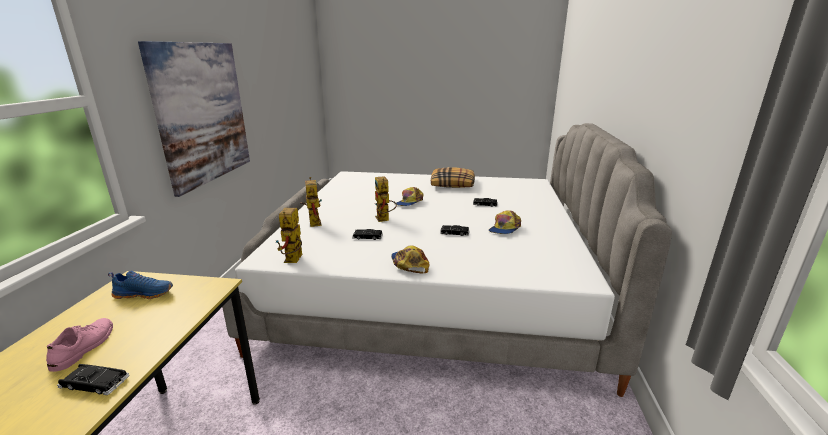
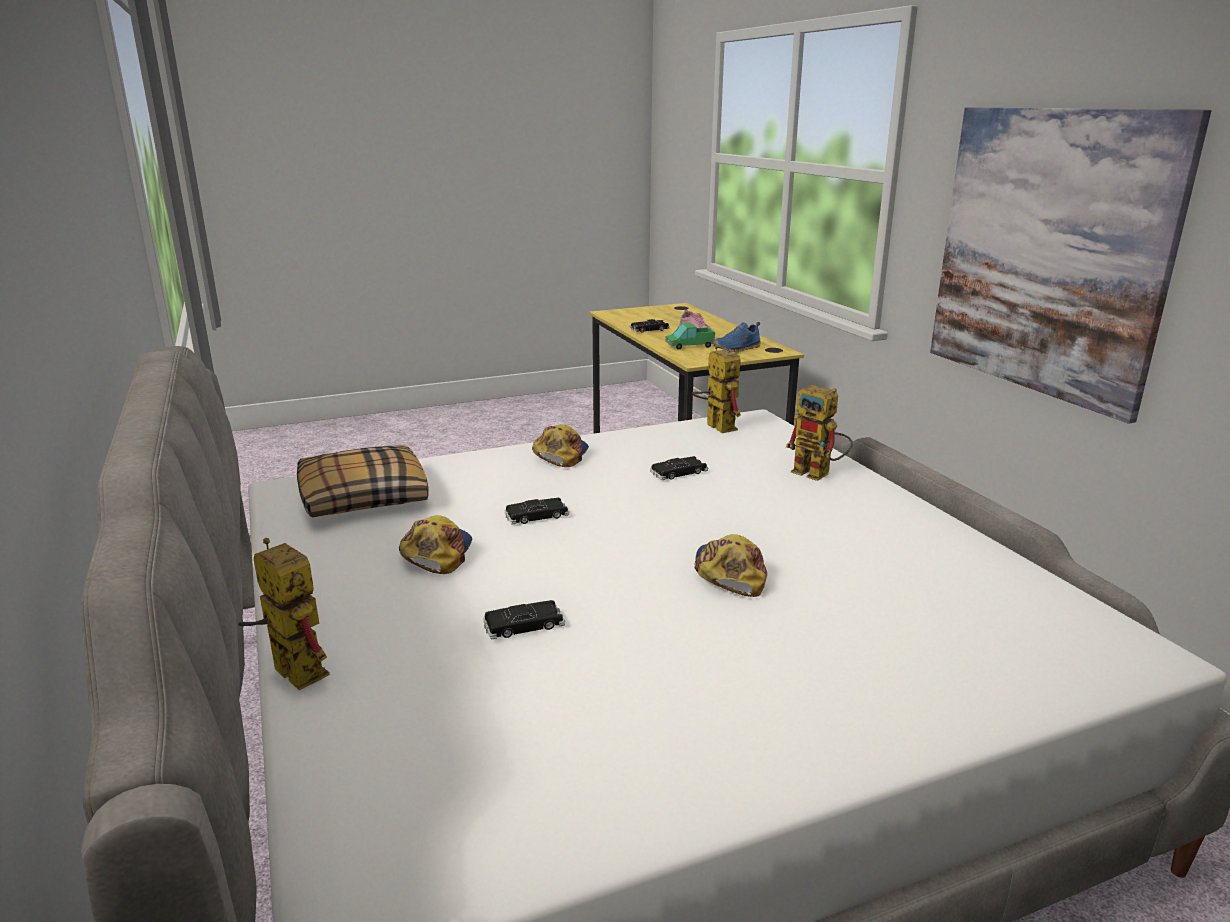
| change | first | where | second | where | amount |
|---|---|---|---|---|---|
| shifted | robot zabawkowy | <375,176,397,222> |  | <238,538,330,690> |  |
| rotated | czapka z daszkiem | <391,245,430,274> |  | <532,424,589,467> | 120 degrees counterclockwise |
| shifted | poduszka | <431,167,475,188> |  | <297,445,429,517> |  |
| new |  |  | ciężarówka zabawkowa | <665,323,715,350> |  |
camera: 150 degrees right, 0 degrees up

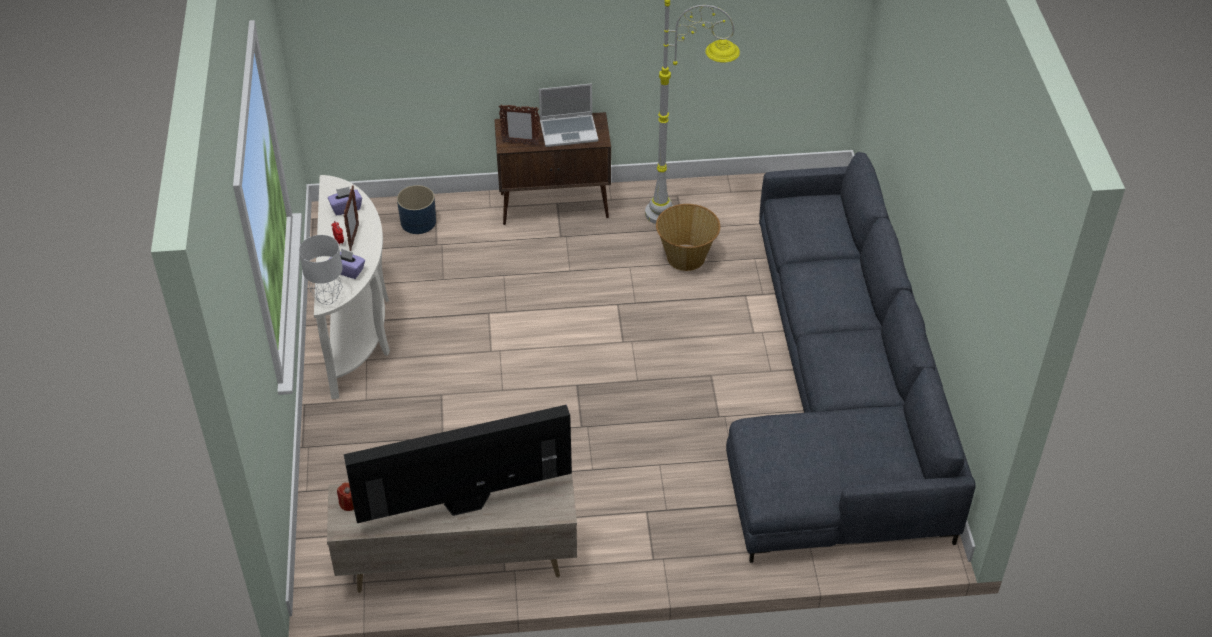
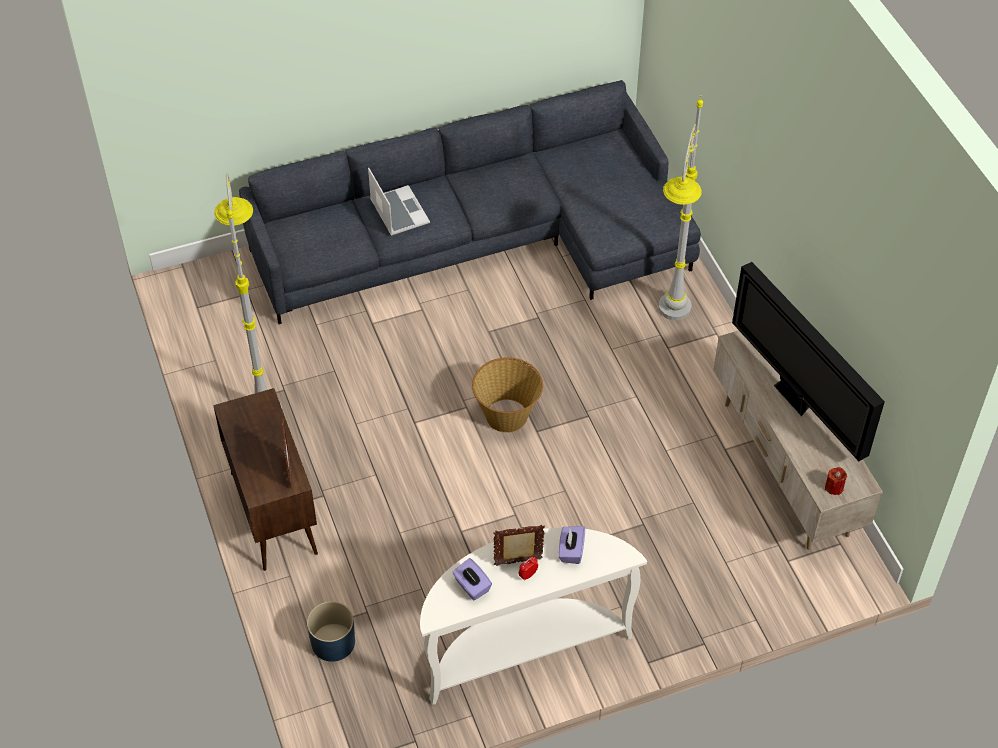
| change | first | where | second | where | amount |
|---|---|---|---|---|---|
| gone | lampa stołowa [szary] | <299,235,343,305> |  |  |  |
| shifted | laptop | <539,83,598,147> |  | <368,168,430,236> |  |
| shifted | koszyk | <656,204,720,271> |  | <472,357,543,433> |  |
| new |  |  | lampa stojąca [szary] | <658,95,703,321> |  |
camera: 105 degrees left, 5 degrees up

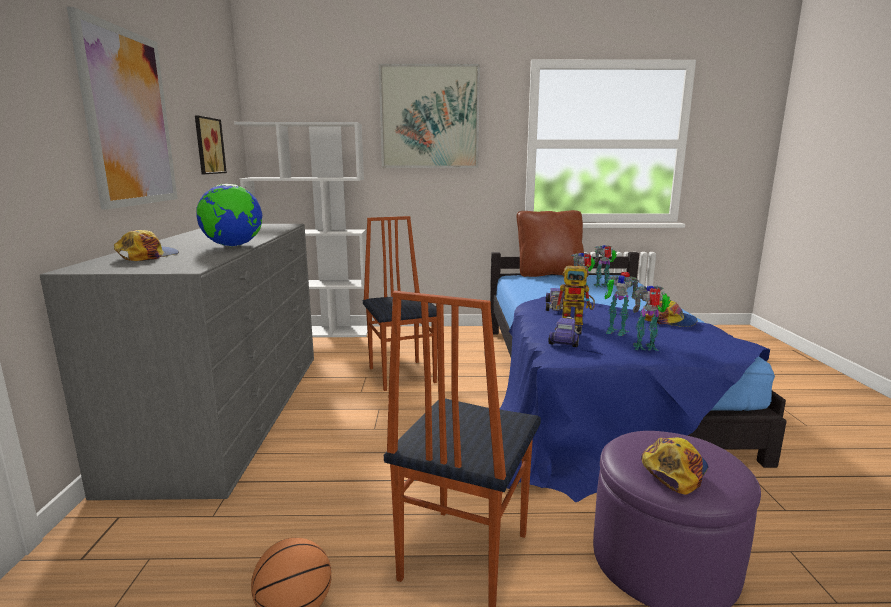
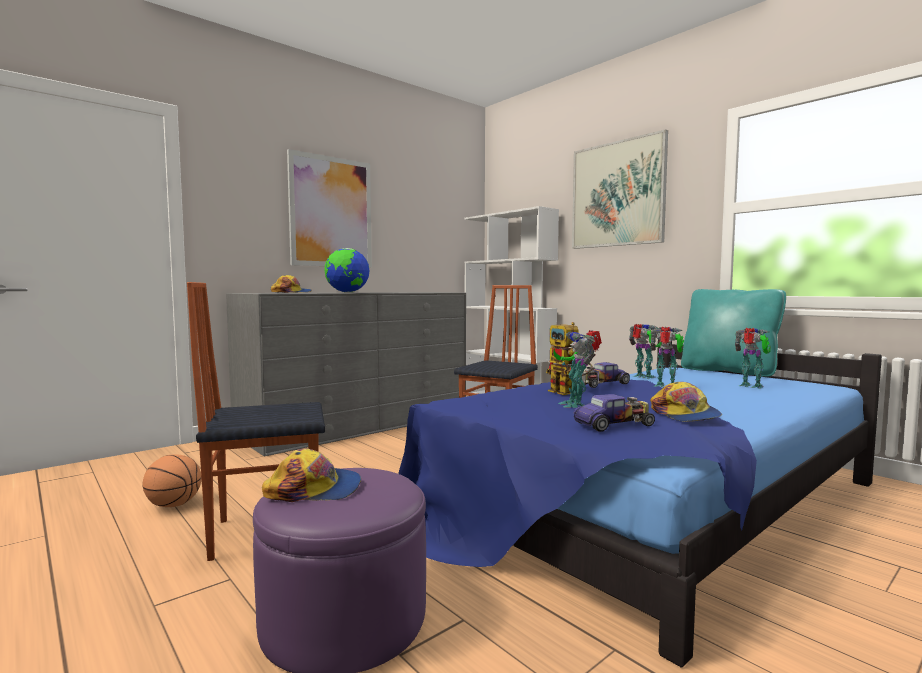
| change | first | where | second | where | amount |
|---|---|---|---|---|---|
| gone | obraz | <195,115,227,174> |  |  |  |
| repainted | poduszka [brązowy] | <517,210,584,277> | poduszka [turkusowy] | <681,289,786,377> |  |
| shifted | samochodzik | <548,317,582,347> |  | <574,394,655,432> |  |
| shifted | robot zabawkowy | <633,285,671,351> |  | <629,324,662,379> |  |
camera: 50 degrees right, 10 degrees down

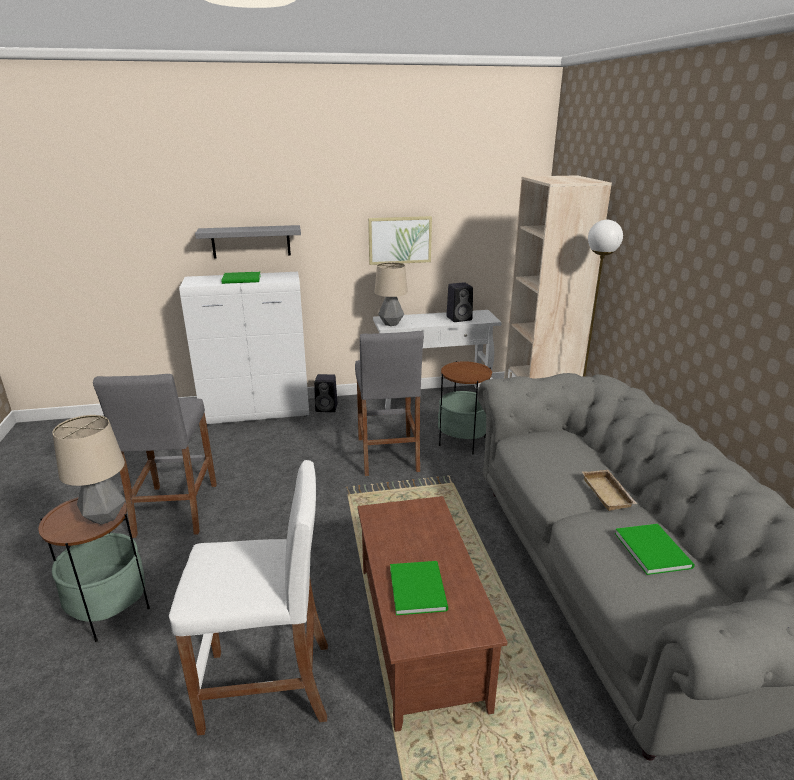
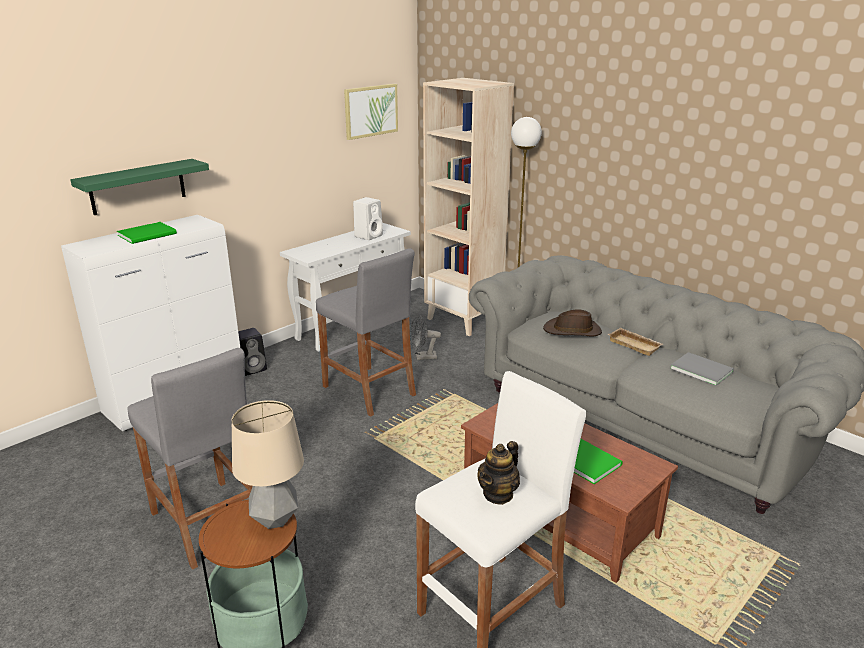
| change | first | where | second | where | amount |
|---|---|---|---|---|---|
| repainted | półka [szary] | <195,225,301,258> | półka [zielony] | <70,159,209,215> |  |
| shifted | obraz | <368,216,432,265> |  | <344,84,398,140> |  |
| gone | lampa stołowa | <375,262,408,326> |  |  |  |
| swapped | stolik | <438,361,492,454> | wentylator [szary] | <410,315,441,360> |  |
| repainted | głośnik [czarny] | <446,282,473,322> | głośnik [biały] | <353,197,383,240> |  |
| repainted | książka [zielony] | <615,524,695,575> | książka [szary] | <670,352,734,386> |  |
| new |  |  | imbryk | <478,441,520,505> |  |
| new |  |  | kapelusz [brązowy] | <543,309,602,337> |  |
camera: 35 degrees left, 0 degrees up

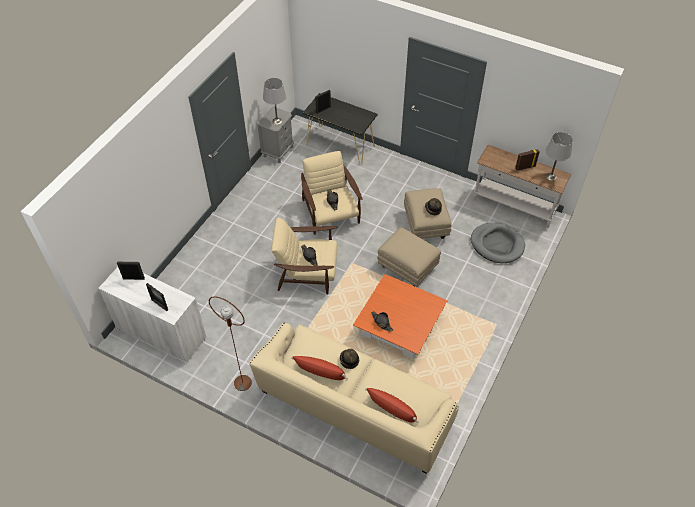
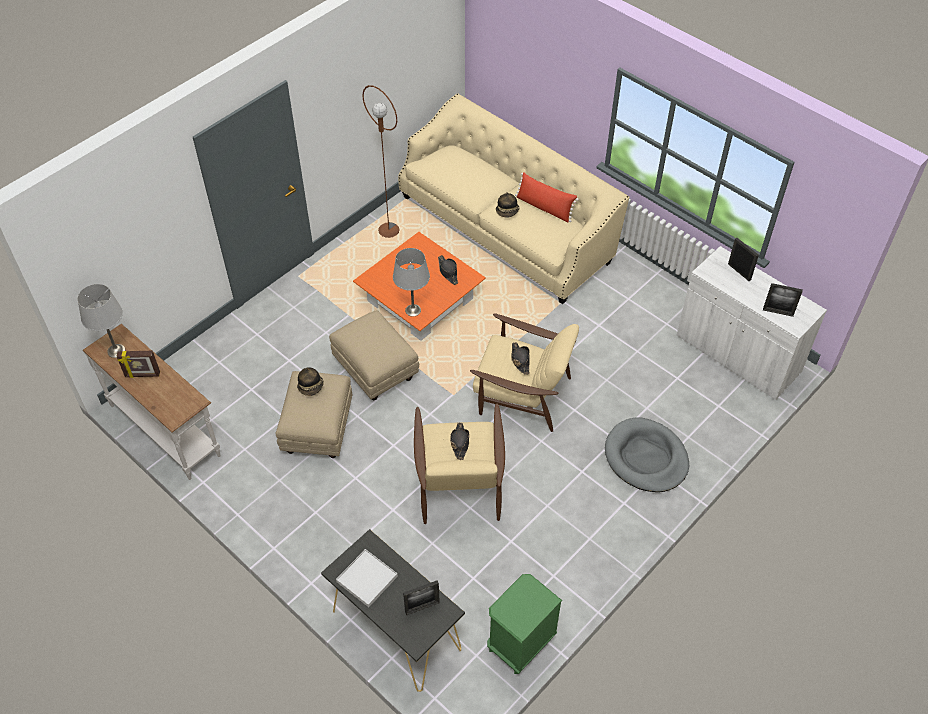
| change | first | where | second | where | amount |
|---|---|---|---|---|---|
| shifted | lampa stojąca [brązowy] | <209,296,252,391> |  | <362,85,400,238> |  |
| repainted | szafka nocna [szary] | <257,106,294,163> | szafka nocna [zielony] | <487,574,562,674> |  |
| shifted | lampa stołowa [szary] | <263,78,286,125> |  | <393,248,430,317> |  |
| gone | poduszka [czerwony] | <365,388,419,423> |  |  |  |
| shifted | legowisko [szary] | <471,222,525,263> |  | <605,417,689,492> |  |
| new |  |  | taca [biały] | <336,549,398,607> |  |
camera: 165 degrees left, 0 degrees up

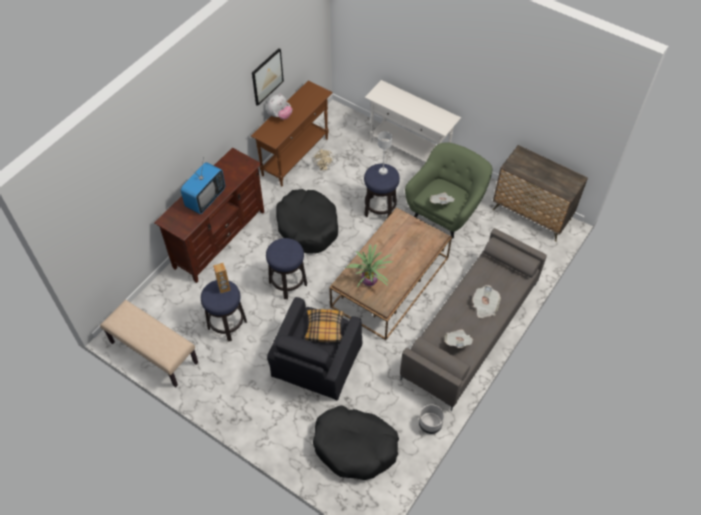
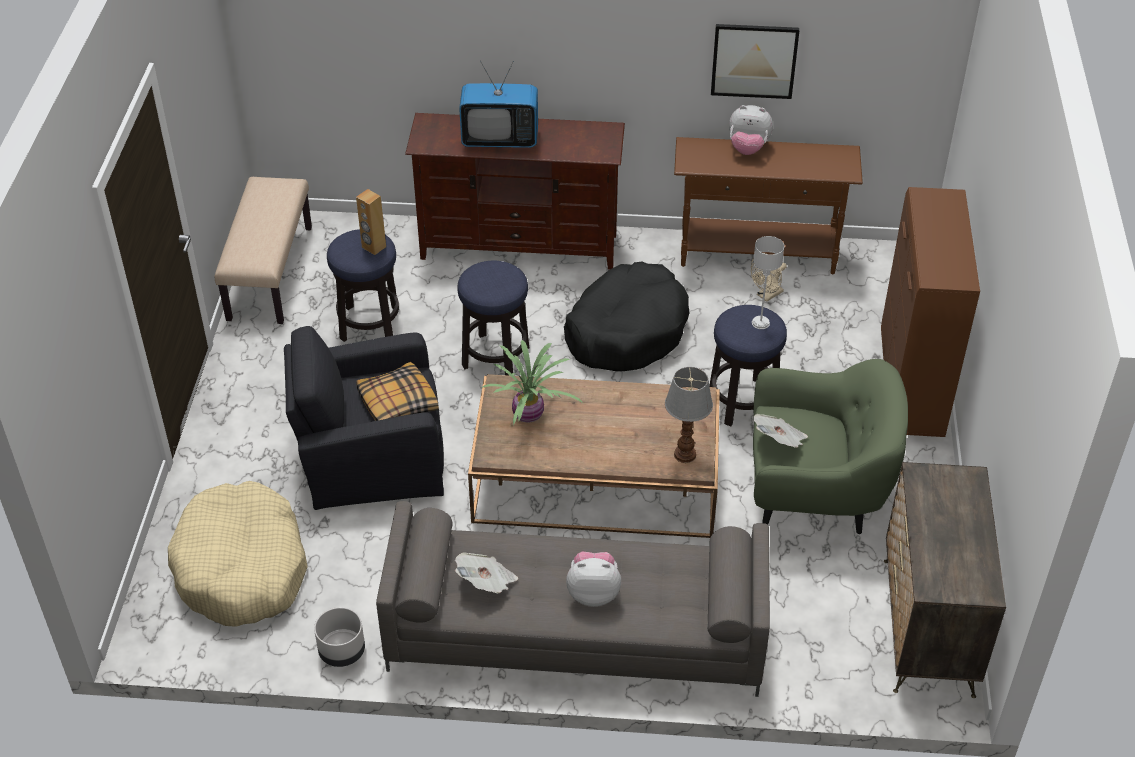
| change | first | where | second | where | amount |
|---|---|---|---|---|---|
| repainted | legowisko [czarny] | <313,405,399,480> | legowisko [beżowy] | <168,481,308,627> |  |
| swapped | stolik konsolowy [biały] | <365,80,461,162> | szafka [brązowy] | <881,187,980,437> |  |
| swapped | gazeta | <472,285,501,318> | pluszak | <566,551,621,607> |  |
| new |  |  | lampa stołowa | <665,367,713,463> |  |
camera: 60 degrees right, 10 degrees down

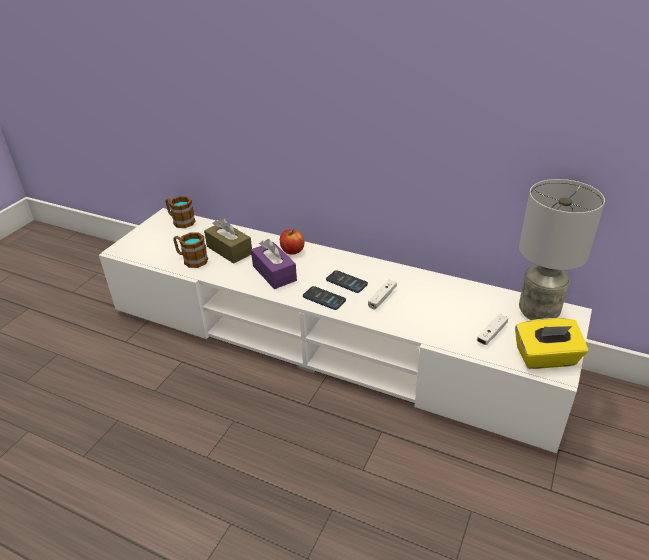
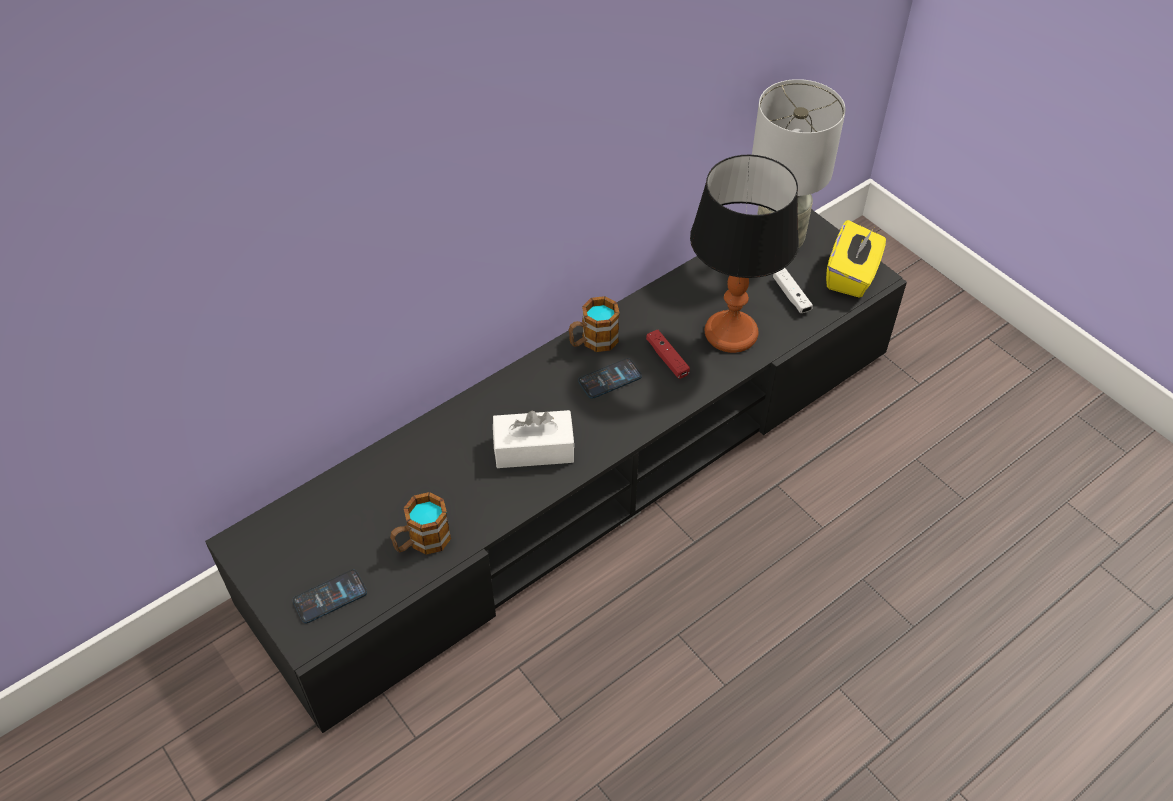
| change | first | where | second | where | amount |
|---|---|---|---|---|---|
| repainted | szafka pod telewizor [biały] | <99,208,592,453> | szafka pod telewizor [czarny] | <205,209,907,733> |  |
| shifted | kubek | <165,196,195,228> |  | <569,296,620,352> |  |
| gone | pudełko chusteczek [brązowy] | <204,217,252,264> |  |  |  |
| repainted | pudełko chusteczek [fioletowy] | <251,239,297,289> | pudełko chusteczek [biały] | <493,410,575,468> |  |
| gone | jabłko | <280,229,304,254> |  |  |  |
| shifted | telefon | <303,286,346,310> |  | <293,570,367,623> |  |
| repainted | pad do gier [biały] | <368,280,397,309> | pad do gier [czerwony] | <646,330,690,379> |  |
| new |  |  | lampa stołowa | <690,155,799,353> |  |
camera: 65 degrees left, 15 degrees up

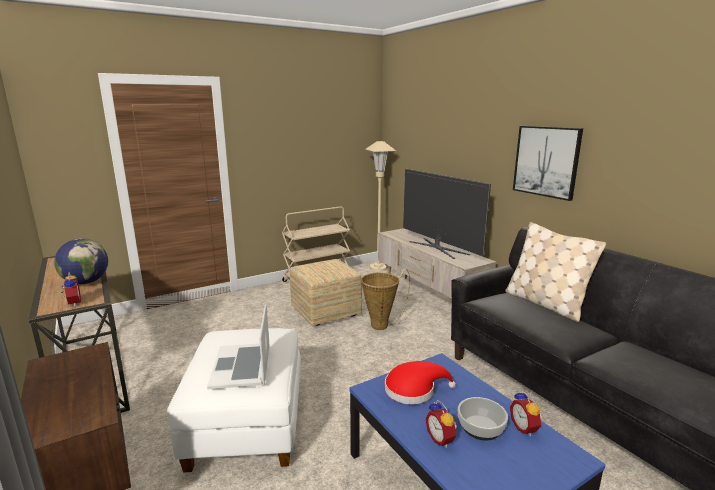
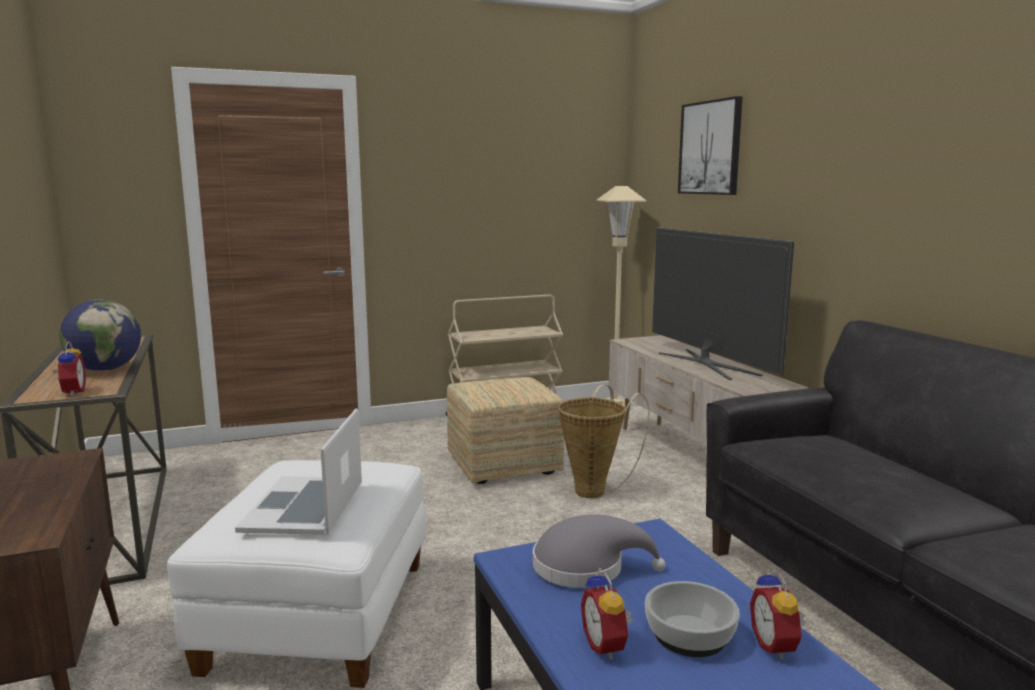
| change | first | where | second | where | amount |
|---|---|---|---|---|---|
| repainted | kapelusz [czerwony] | <385,361,456,404> | kapelusz [szary] | <533,514,665,588> |  |
| gone | poduszka [beżowy] | <505,222,606,322> |  |  |  |
| shifted | obraz | <513,126,583,201> |  | <678,96,743,195> |  |
camera: 10 degrees right, 5 degrees down

